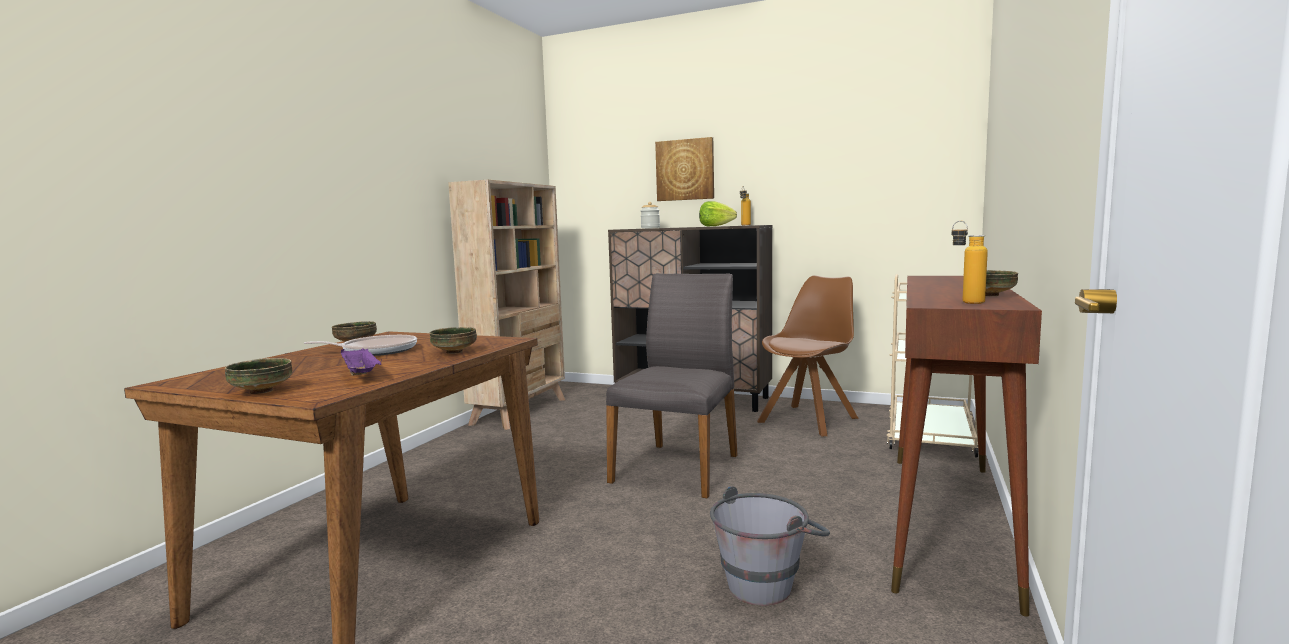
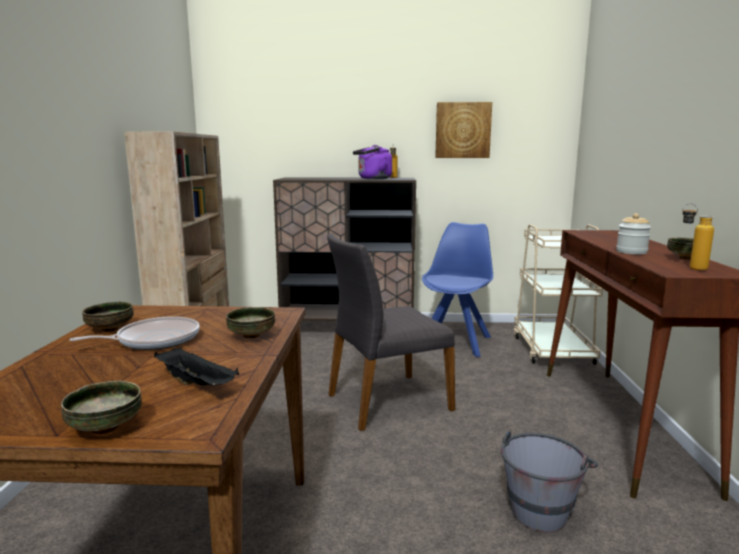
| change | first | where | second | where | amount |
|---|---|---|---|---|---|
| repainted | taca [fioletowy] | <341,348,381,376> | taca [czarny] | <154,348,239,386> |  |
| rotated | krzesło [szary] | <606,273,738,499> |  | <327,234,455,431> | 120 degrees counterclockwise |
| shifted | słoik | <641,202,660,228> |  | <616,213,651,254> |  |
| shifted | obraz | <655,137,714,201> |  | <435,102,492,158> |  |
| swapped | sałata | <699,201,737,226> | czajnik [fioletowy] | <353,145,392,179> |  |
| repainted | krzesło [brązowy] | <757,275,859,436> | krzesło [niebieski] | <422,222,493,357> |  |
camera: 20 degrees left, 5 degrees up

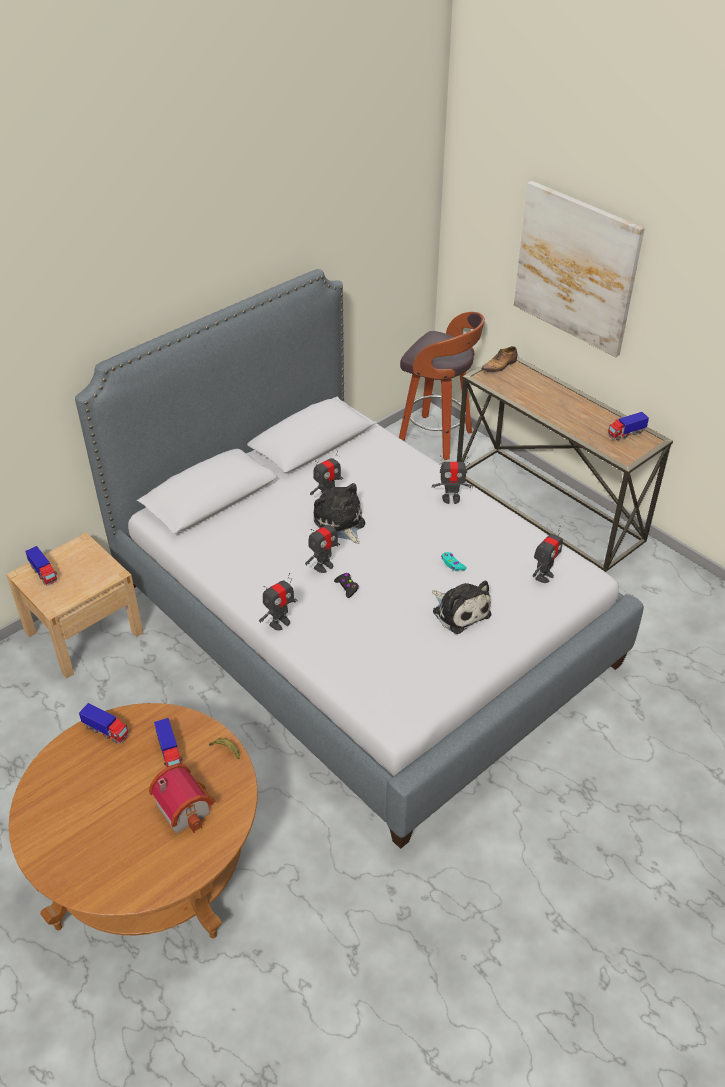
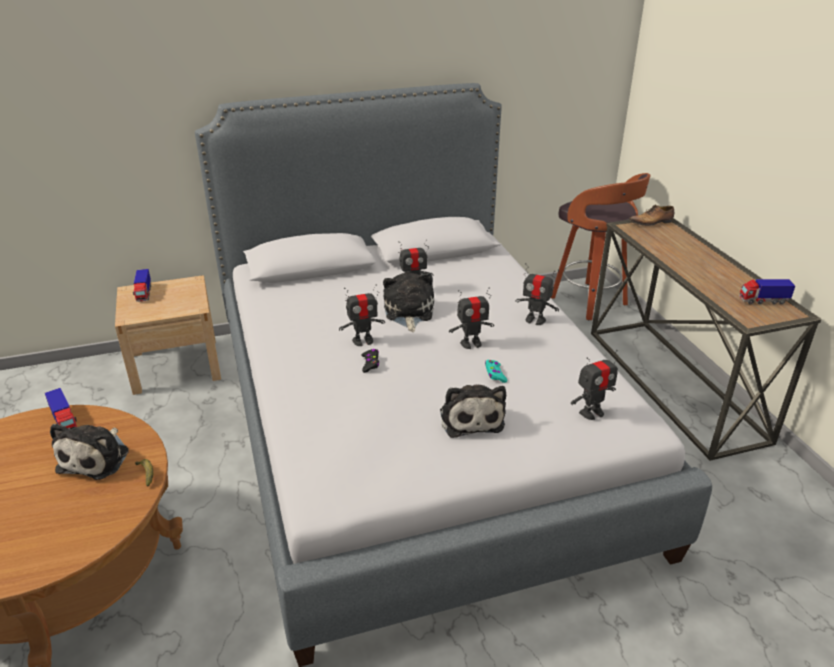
| change | first | where | second | where | amount |
|---|---|---|---|---|---|
| gone | domek | <149,764,216,834> |  |  |  |
| swapped | ciężarówka zabawkowa | <154,718,183,767> | pluszak | <50,424,129,480> |  |
| shifted | robot zabawkowy | <259,573,298,631> |  | <449,288,494,349> |  |
| gone | obraz | <514,181,645,357> |  |  |  |
camera: 25 degrees right, 10 degrees down

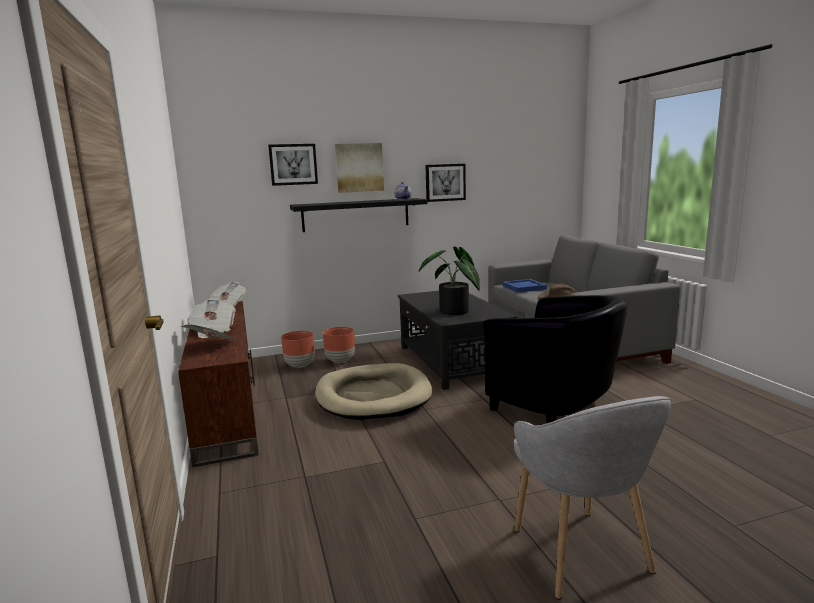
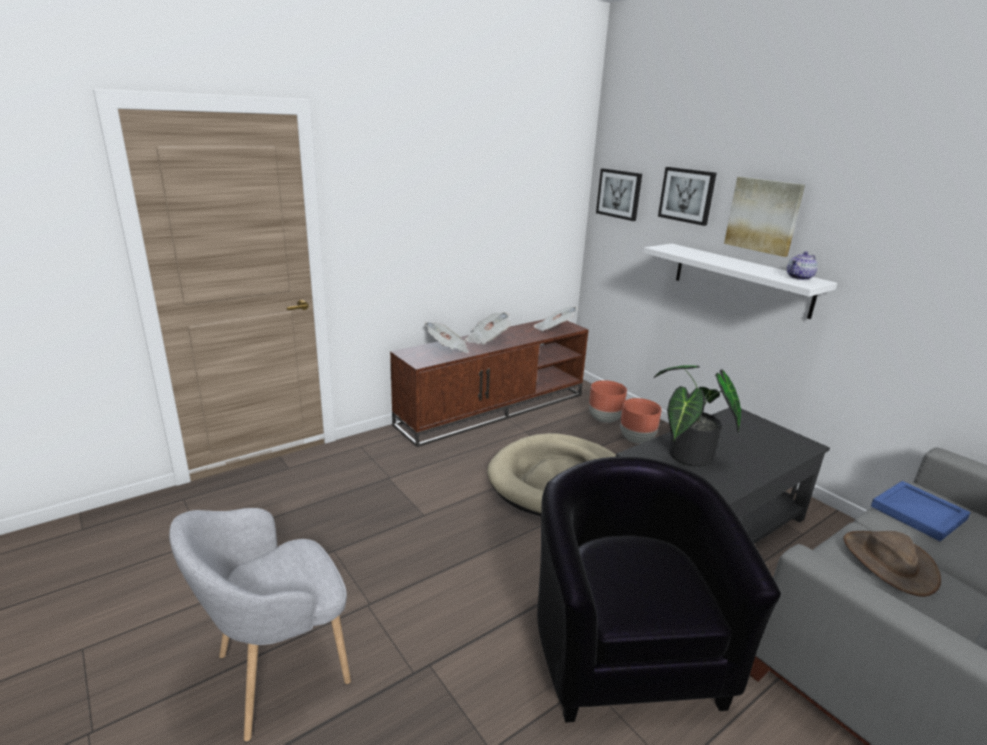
| change | first | where | second | where | amount |
|---|---|---|---|---|---|
| repainted | półka [czarny] | <290,198,427,232> | półka [biały] | <643,244,838,319> |  |
| shifted | obraz | <425,164,466,202> |  | <596,168,642,221> |  |
| rotated | fotel [czarny] | <483,295,628,423> |  | <537,457,781,723> | 150 degrees clockwise |
camera: 70 degrees right, 10 degrees up

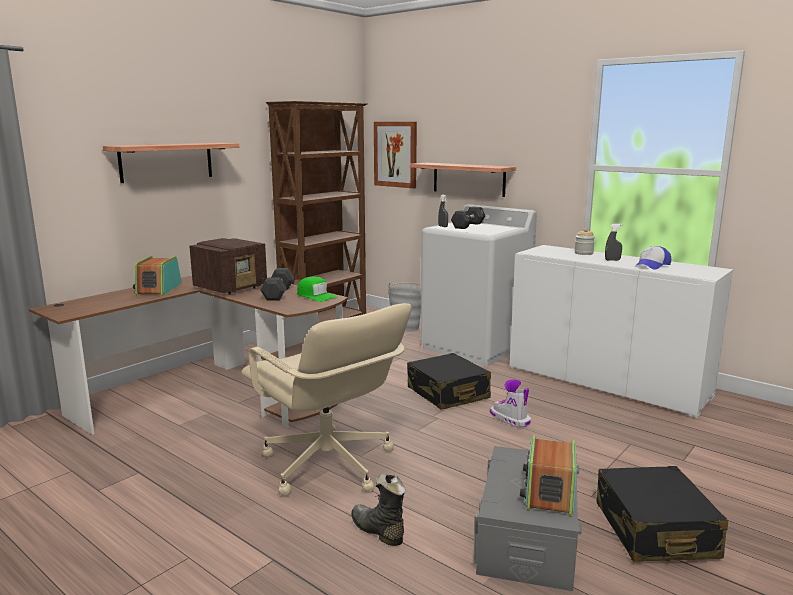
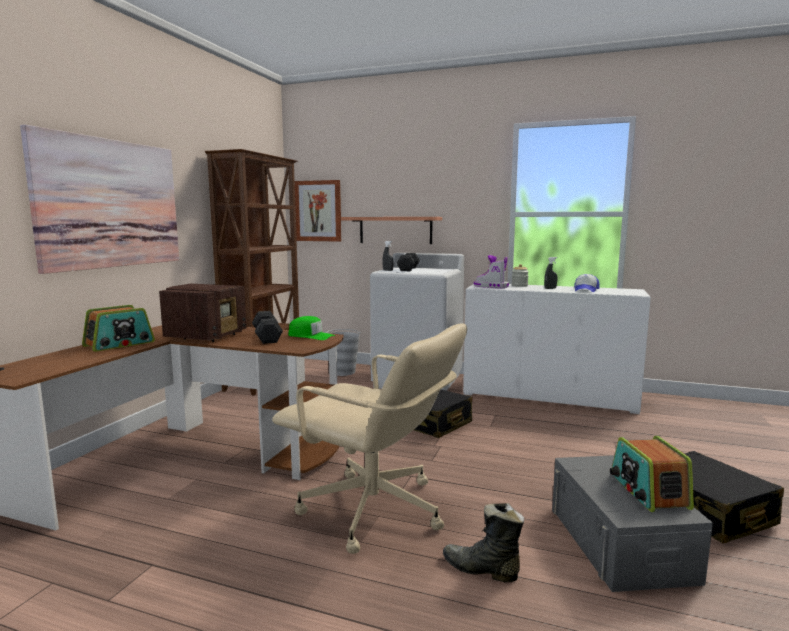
| change | first | where | second | where | amount |
|---|---|---|---|---|---|
| swapped | półka | <103,143,239,183> | obraz | <20,125,179,274> |  |
| rotated | radio | <133,256,181,296> |  | <82,305,155,352> | 120 degrees counterclockwise |
| shifted | but z cholewką | <490,379,531,428> |  | <474,255,509,288> |  |
camera: 20 degrees left, 5 degrees down

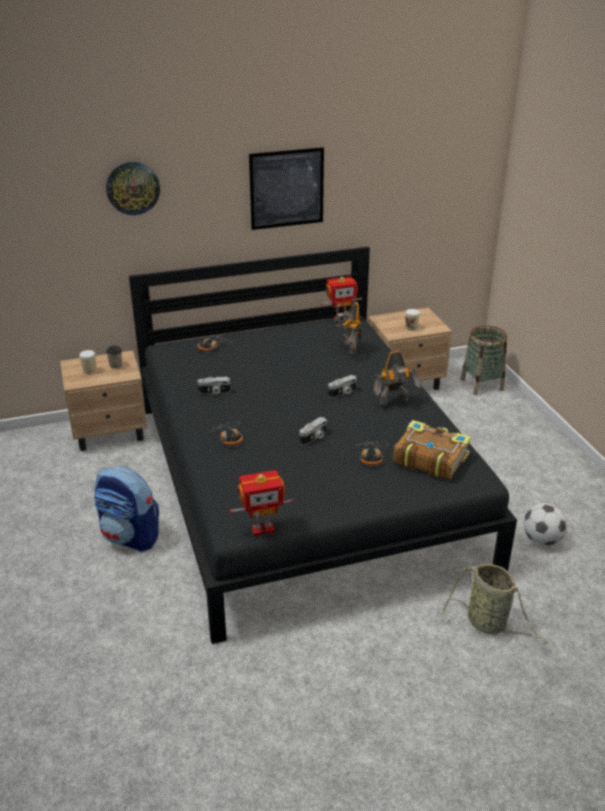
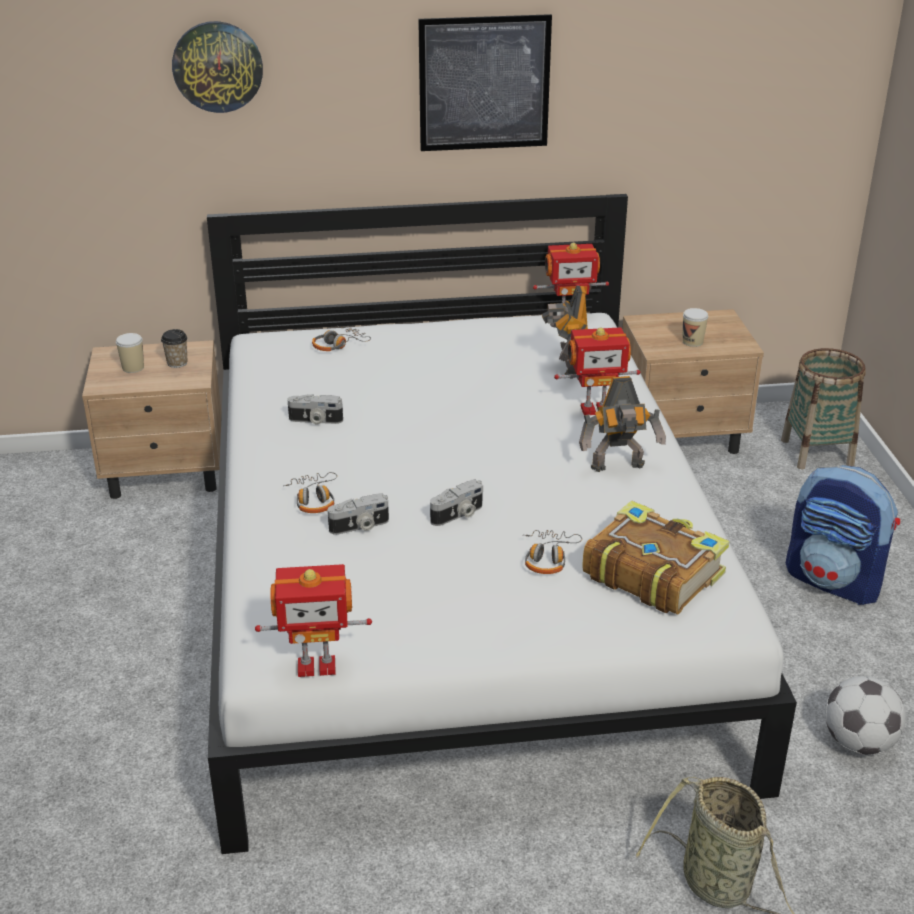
| change | first | where | second | where | amount |
|---|---|---|---|---|---|
| shifted | plecak | <94,466,159,552> |  | <786,465,900,605> |  |
| repainted | łóżko [czarny] | <129,247,517,644> | łóżko [biały] | <207,194,797,854> |  |
| shifted | aparat fotograficzny | <328,375,357,398> |  | <328,493,389,535> |  |
| new |  |  | robot zabawkowy | <554,327,641,415> |  |
camera: 10 degrees right, 0 degrees up

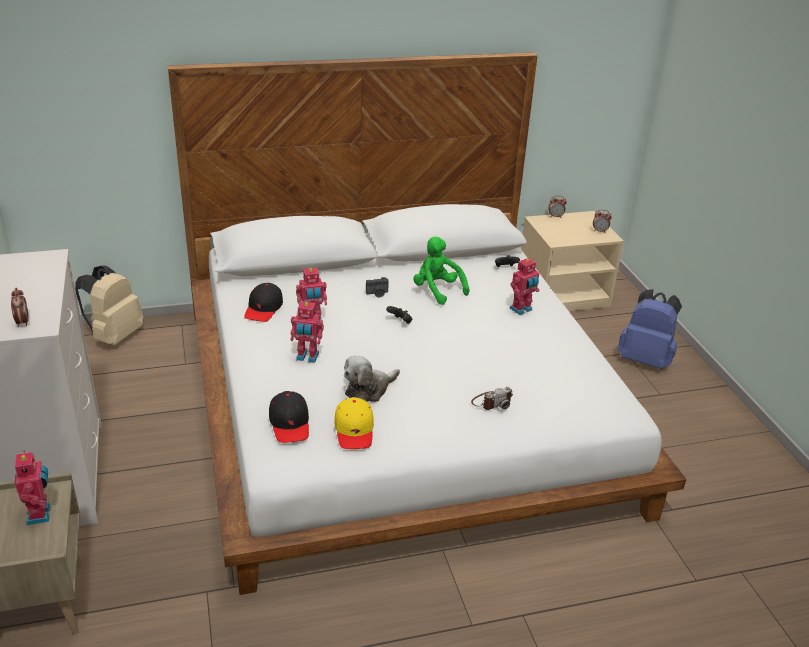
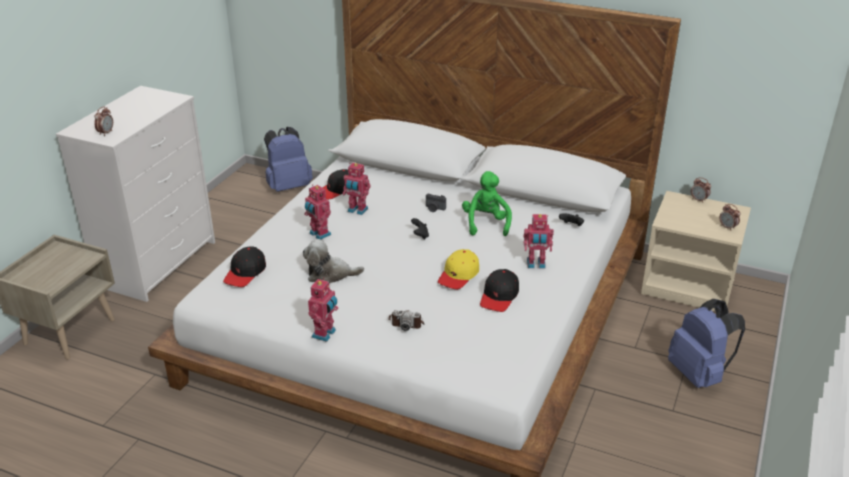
| change | first | where | second | where | amount |
|---|---|---|---|---|---|
| shifted | robot zabawkowy | <15,450,50,525> |  | <308,278,338,342> |  |
| repainted | plecak [beżowy] | <75,265,143,345> | plecak [niebieski] | <264,127,313,192> |  |
| shifted | czapka z daszkiem [żółty] | <334,397,374,449> |  | <438,249,479,290> |  |
| new |  |  | czapka z daszkiem [czarny] | <480,269,519,312> |  |
camera: 40 degrees right, 0 degrees up

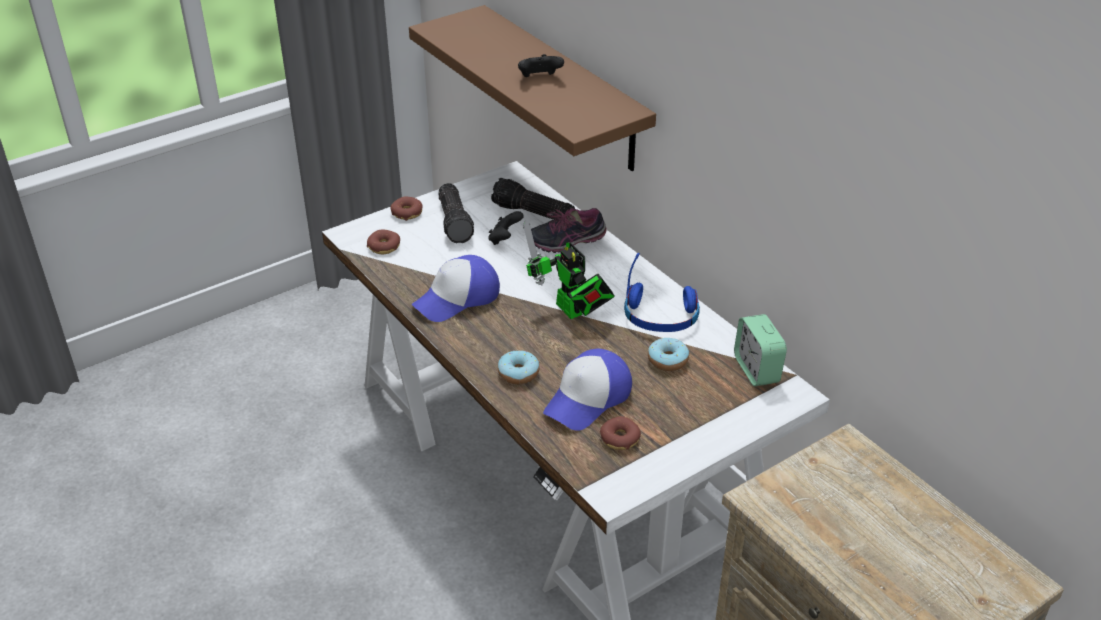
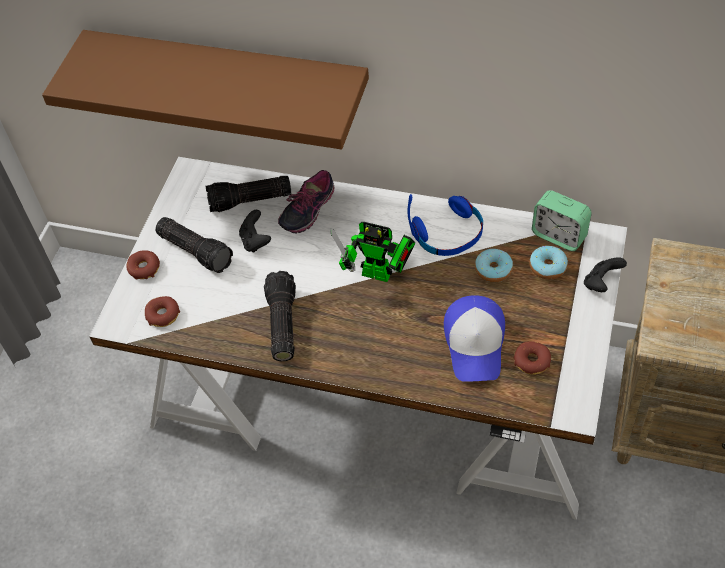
| change | first | where | second | where | amount |
|---|---|---|---|---|---|
| swapped | czapka z daszkiem | <411,255,500,322> | latarka | <264,271,296,361> |  |
| shifted | donut | <498,350,540,384> |  | <529,246,568,280> |  |
| shifted | pad do gier [czarny] | <518,54,564,77> |  | <584,257,627,292> |  |
camera: 35 degrees left, 15 degrees up

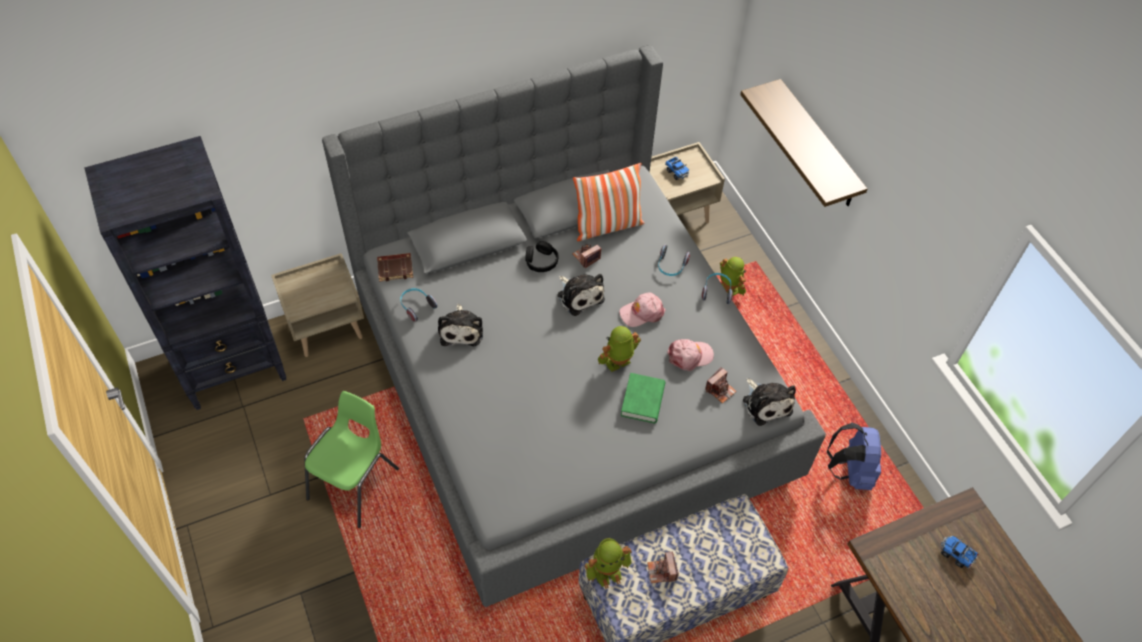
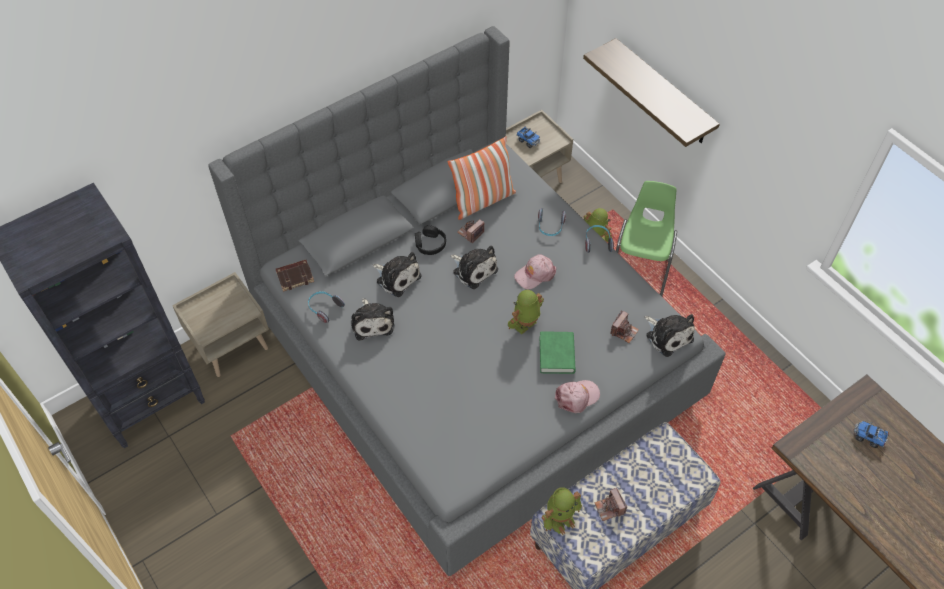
| change | first | where | second | where | amount |
|---|---|---|---|---|---|
| shifted | krzesło [zielony] | <304,391,399,528> |  | <616,181,677,296> |  |
| shifted | czapka z daszkiem [różowy] | <667,339,714,371> |  | <555,380,600,413> |  |
| gone | plecak [niebieski] | <827,423,881,490> |  |  |  |
| new |  |  | pluszak | <373,252,422,297> |  |
camera: 10 degrees left, 0 degrees up

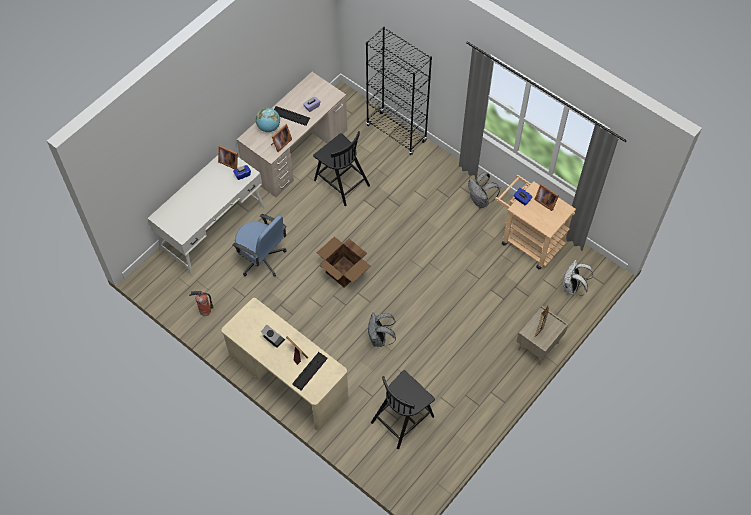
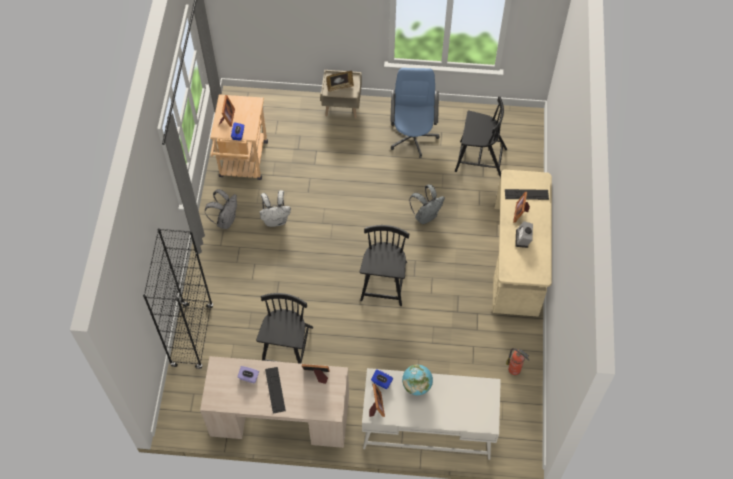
| change | first | where | second | where | amount |
|---|---|---|---|---|---|
| shifted | krzesło biurowe [niebieski] | <232,214,287,277> |  | <390,68,440,158> |  |
| shifted | globus | <256,108,280,132> |  | <402,365,433,395> |  |
| swapped | karton | <316,236,371,288> | krzesło [czarny] | <360,225,409,306> |  |
| shifted | plecak [biały] | <563,260,593,296> |  | <260,190,291,227> |  |
camera: 125 degrees left, 0 degrees up

